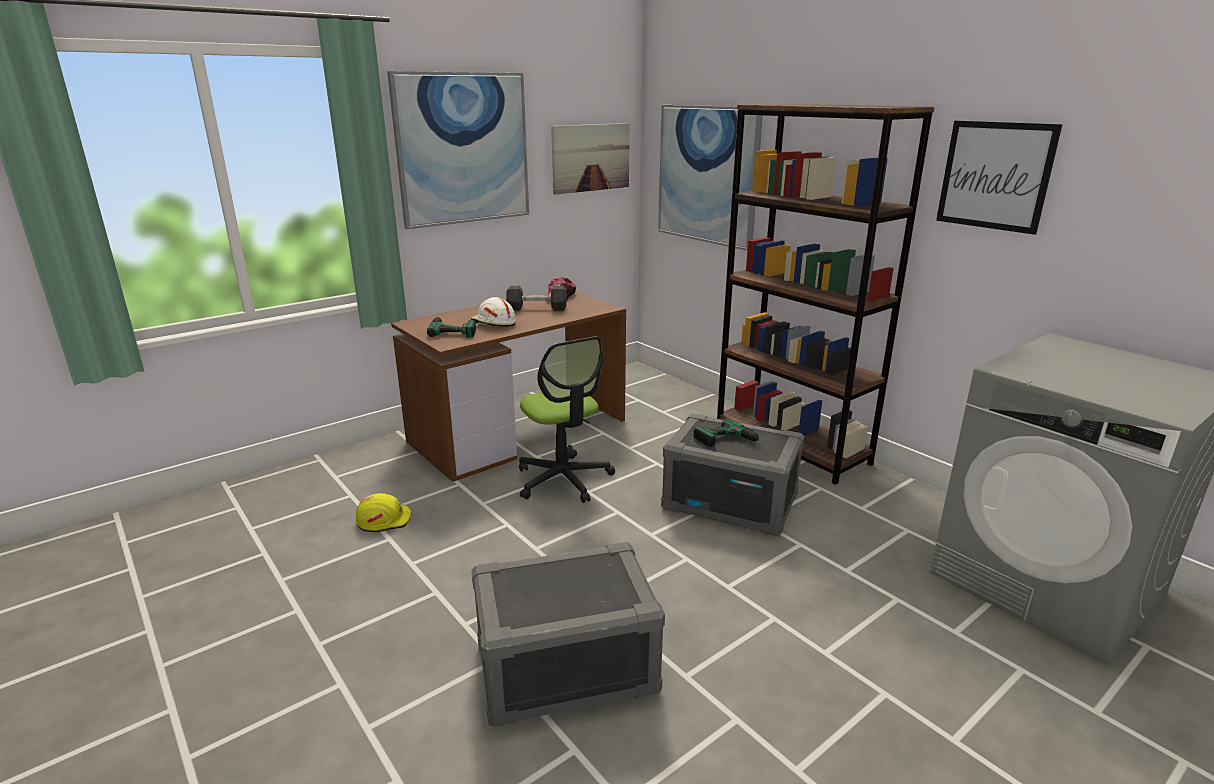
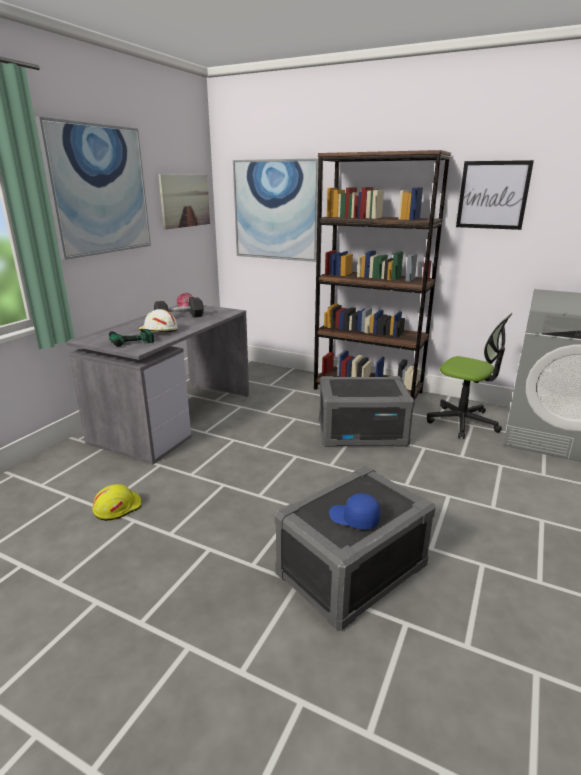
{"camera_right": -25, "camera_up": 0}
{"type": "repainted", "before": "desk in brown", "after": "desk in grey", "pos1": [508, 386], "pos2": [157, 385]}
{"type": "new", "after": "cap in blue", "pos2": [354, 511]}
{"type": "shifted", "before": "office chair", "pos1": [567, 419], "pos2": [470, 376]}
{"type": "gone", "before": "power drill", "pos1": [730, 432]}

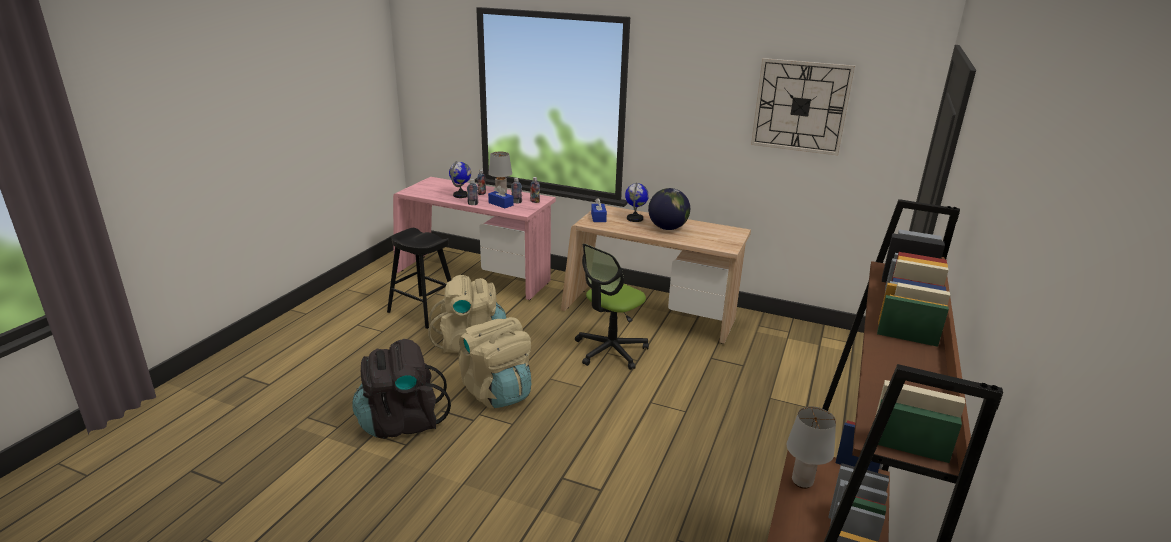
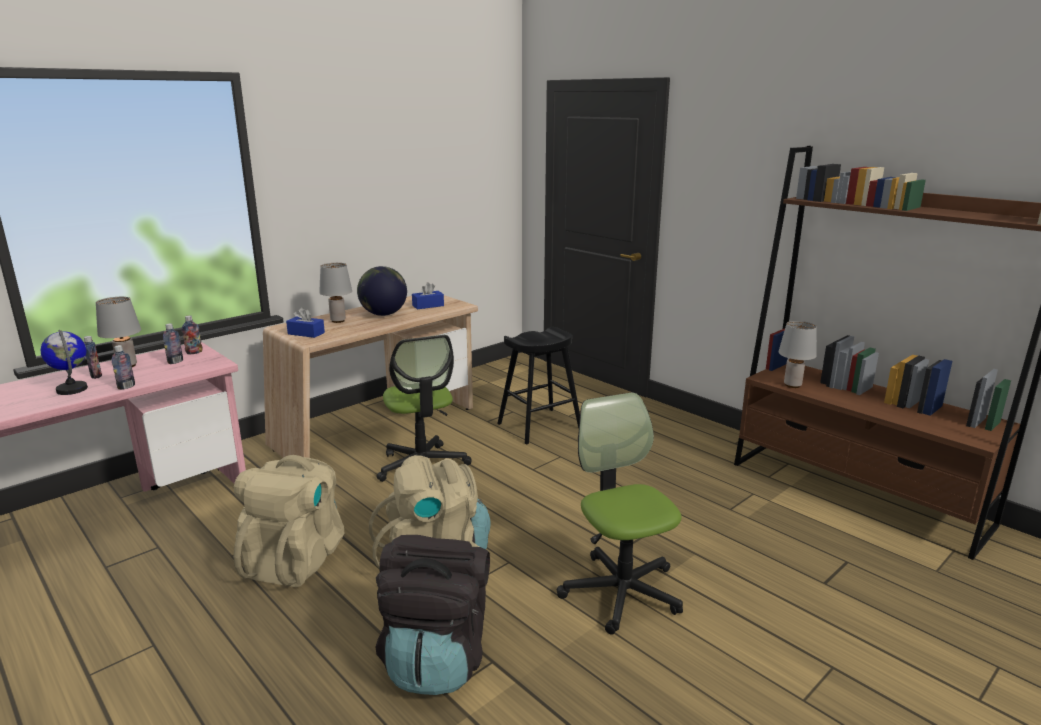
{"camera_right": -65, "camera_up": -5}
{"type": "swapped", "before": "globe", "after": "table lamp in grey", "pos1": [637, 202], "pos2": [335, 293]}
{"type": "shifted", "before": "tissue box in blue", "pos1": [501, 196], "pos2": [428, 295]}
{"type": "shifted", "before": "stool in black", "pos1": [419, 278], "pos2": [538, 385]}
{"type": "new", "after": "office chair", "pos2": [620, 513]}
{"type": "gone", "before": "wall clock", "pos1": [803, 107]}

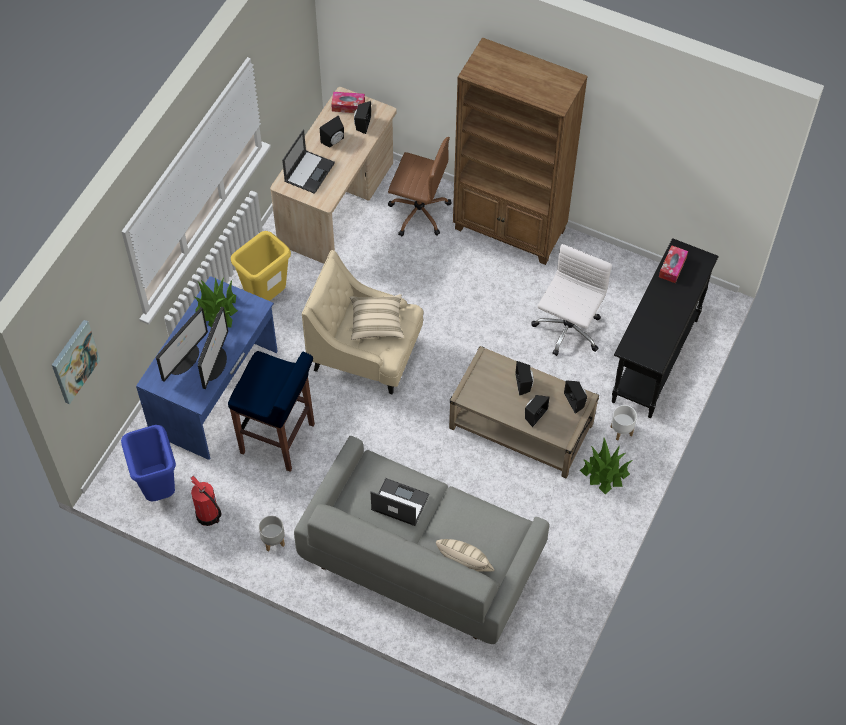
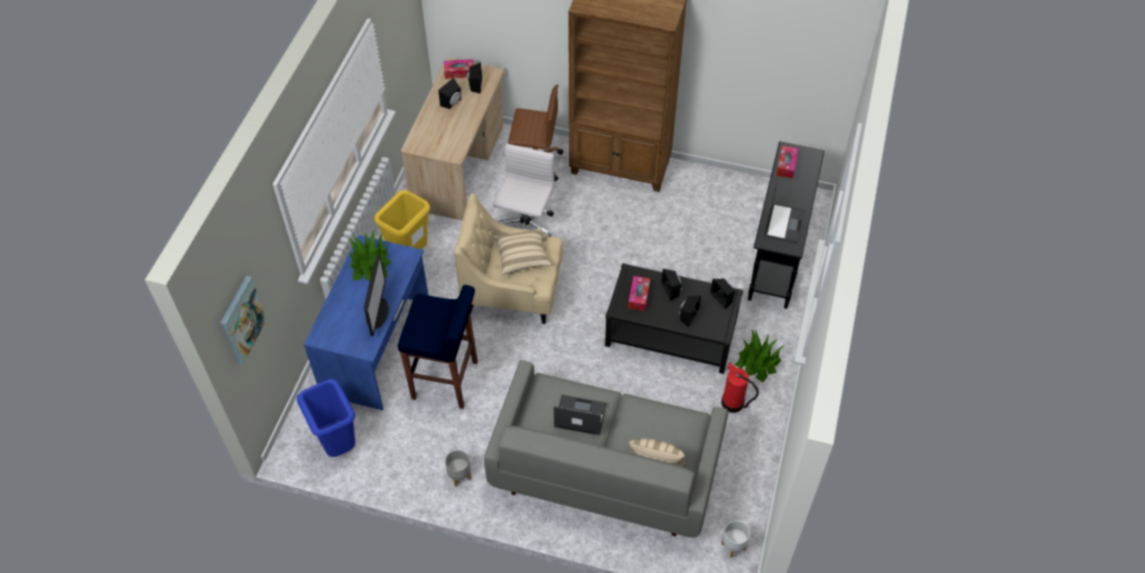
{"camera_right": -10, "camera_up": -5}
{"type": "shifted", "before": "office chair in white", "pos1": [571, 300], "pos2": [523, 190]}
{"type": "repainted", "before": "coffee table in beige", "after": "coffee table in black", "pos1": [524, 412], "pos2": [674, 318]}
{"type": "new", "after": "tissue box", "pos2": [639, 293]}
{"type": "shifted", "before": "fire extinguisher", "pos1": [206, 501], "pos2": [740, 387]}
{"type": "shifted", "before": "planter in white", "pos1": [623, 422], "pos2": [735, 539]}
{"type": "shifted", "before": "laptop", "pos1": [308, 161], "pos2": [784, 213]}
{"type": "gone", "before": "monitor", "pos1": [182, 344]}

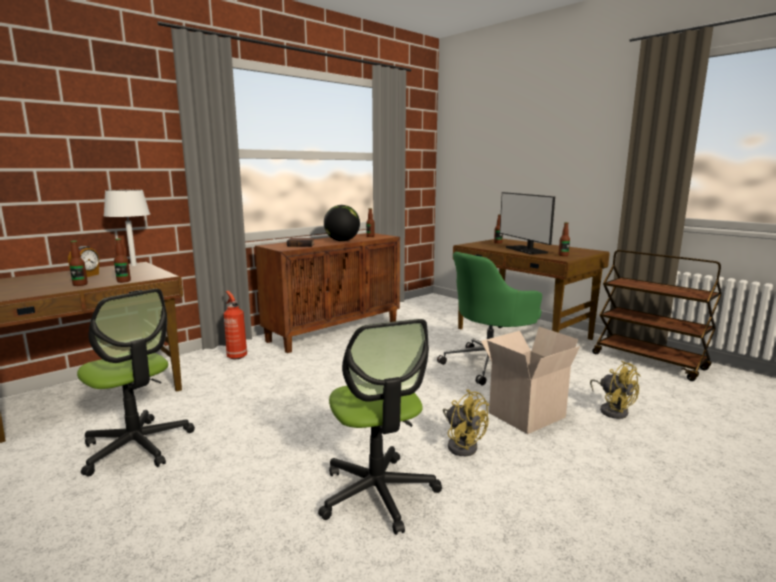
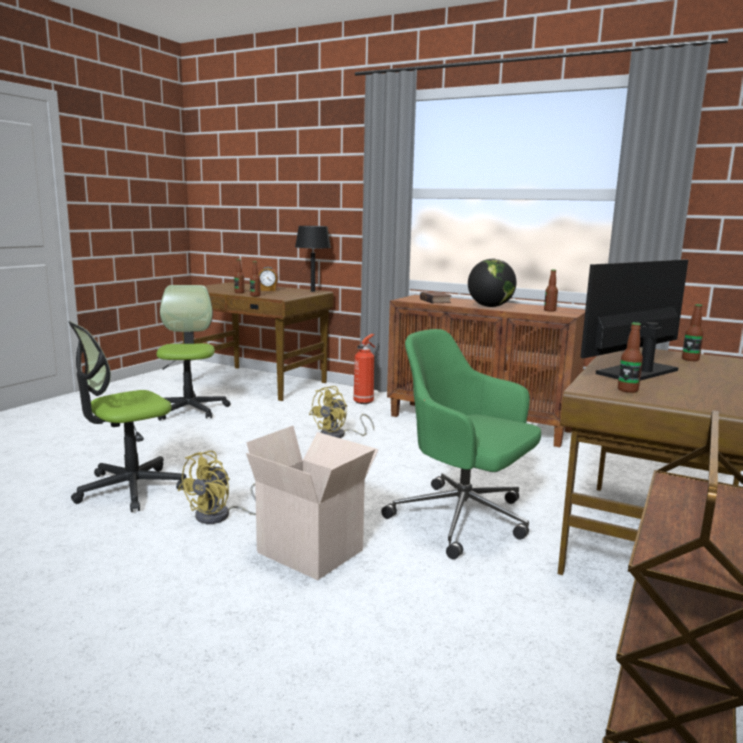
{"camera_right": 70, "camera_up": 0}
{"type": "rotated", "before": "office chair", "pos1": [136, 382], "pos2": [193, 353], "turn": 150}
{"type": "repainted", "before": "table lamp in white", "after": "table lamp in black", "pos1": [127, 228], "pos2": [313, 259]}
{"type": "shifted", "before": "fan in yellow", "pos1": [615, 390], "pos2": [341, 412]}

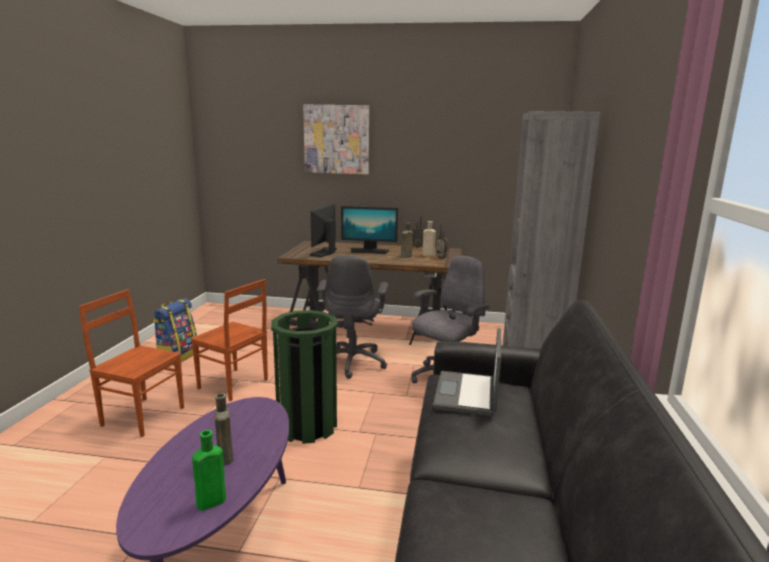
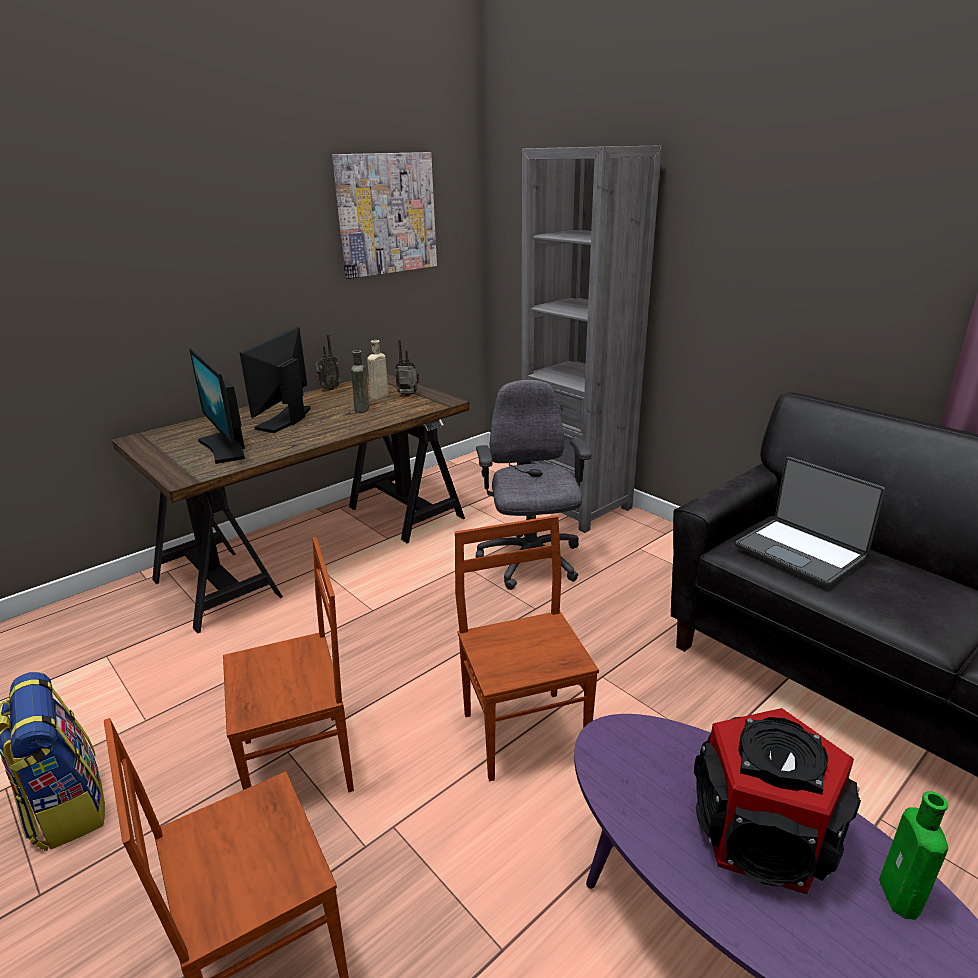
{"camera_right": -50, "camera_up": 10}
{"type": "rotated", "before": "monitor", "pos1": [369, 230], "pos2": [275, 380], "turn": 150}
{"type": "shifted", "before": "picture", "pos1": [336, 139], "pos2": [384, 215]}
{"type": "swapped", "before": "trash can in green", "after": "chair in brown", "pos1": [304, 377], "pos2": [527, 648]}
{"type": "swapped", "before": "bottle in brown", "after": "speaker", "pos1": [224, 429], "pos2": [777, 801]}
{"type": "gone", "before": "office chair in grey", "pos1": [353, 317]}

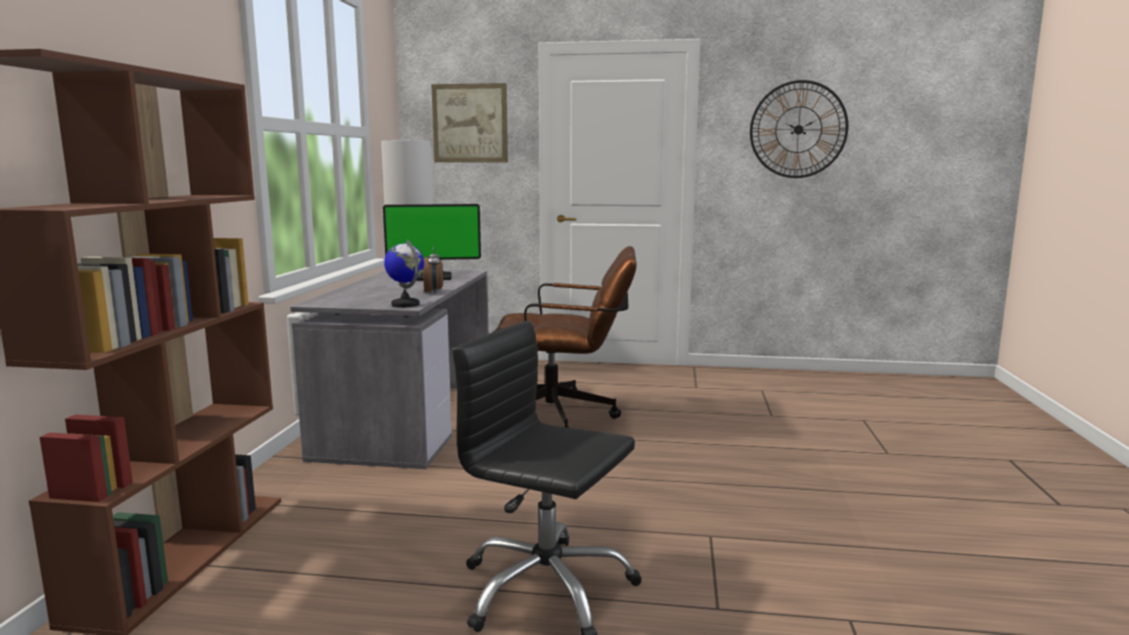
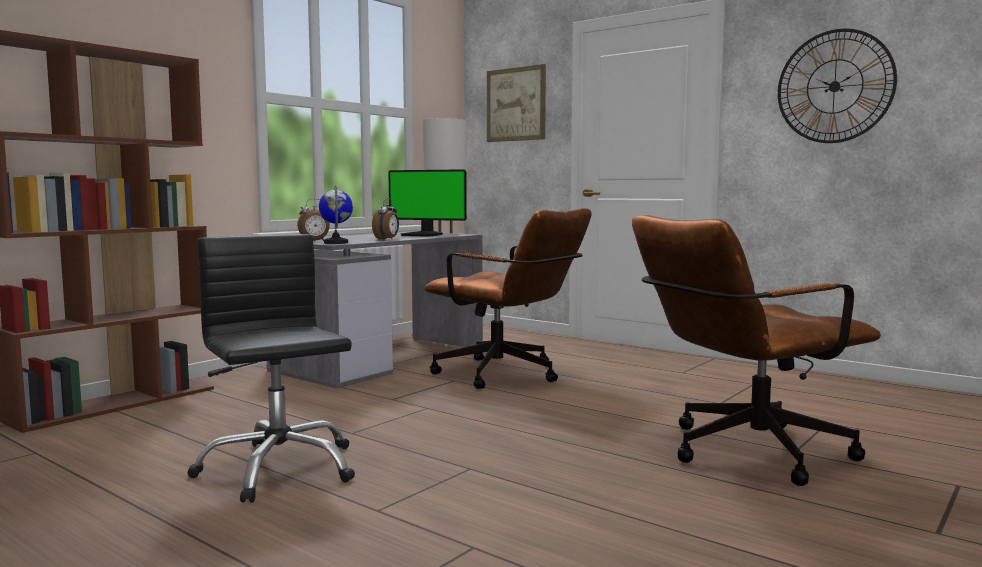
{"camera_right": 30, "camera_up": -5}
{"type": "new", "after": "alarm clock", "pos2": [313, 219]}
{"type": "new", "after": "office chair in brown", "pos2": [756, 350]}

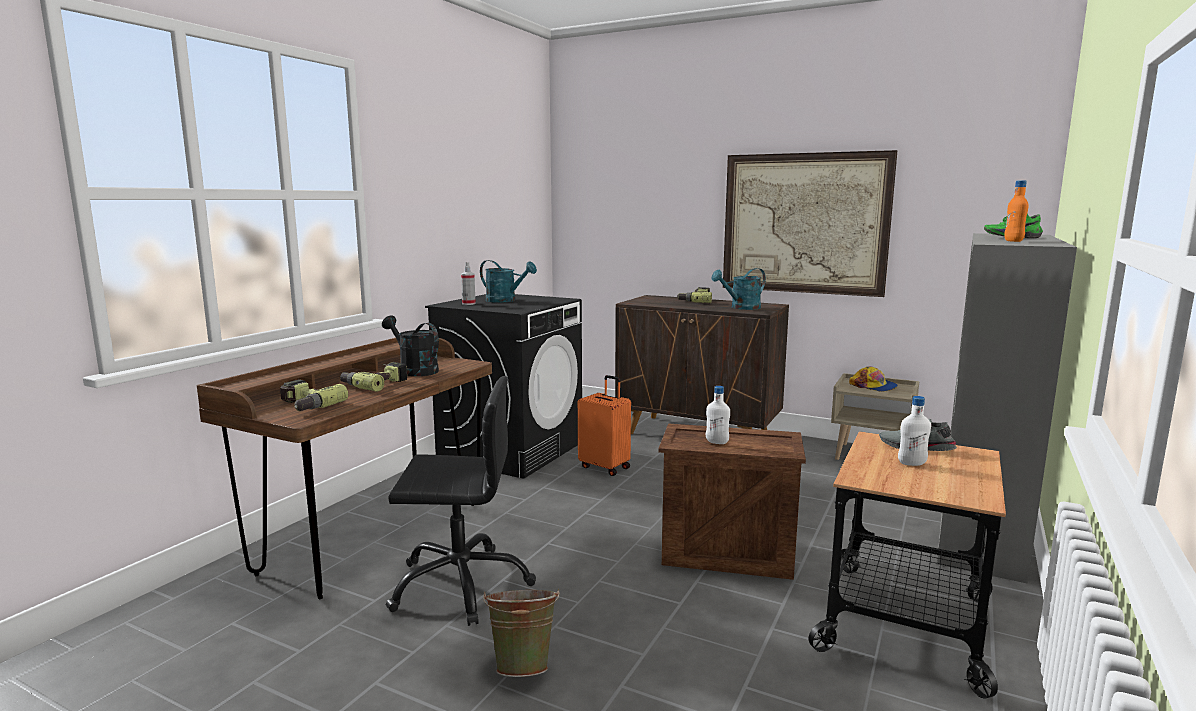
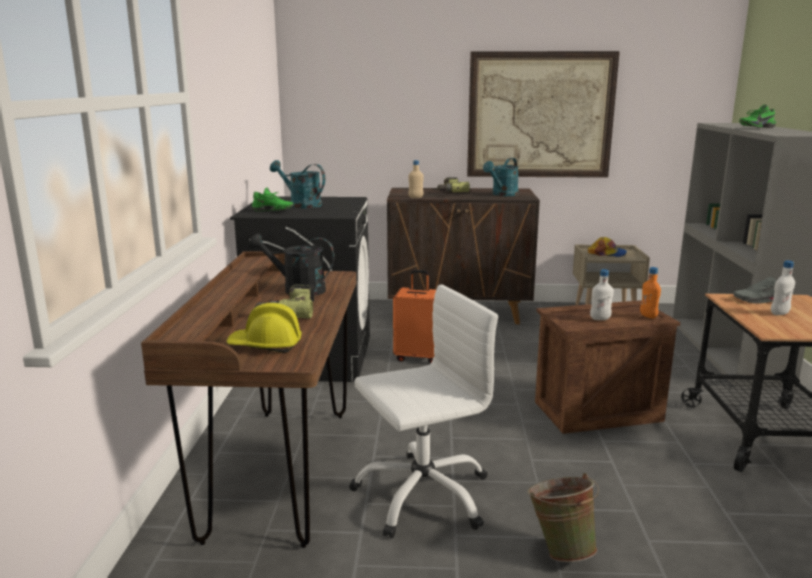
{"camera_right": -25, "camera_up": 5}
{"type": "swapped", "before": "power drill", "after": "hard hat in yellow", "pos1": [314, 395], "pos2": [264, 328]}
{"type": "swapped", "before": "spray bottle", "after": "shoe in green", "pos1": [468, 283], "pos2": [273, 199]}
{"type": "rotated", "before": "watering can in turquoise", "pos1": [508, 281], "pos2": [297, 184], "turn": -150}
{"type": "repainted", "before": "office chair in black", "after": "office chair in white", "pos1": [461, 501], "pos2": [423, 411]}
{"type": "new", "after": "bottle in beige", "pos2": [416, 179]}
{"type": "shifted", "before": "bottle in orange", "pos1": [1016, 211], "pos2": [650, 293]}

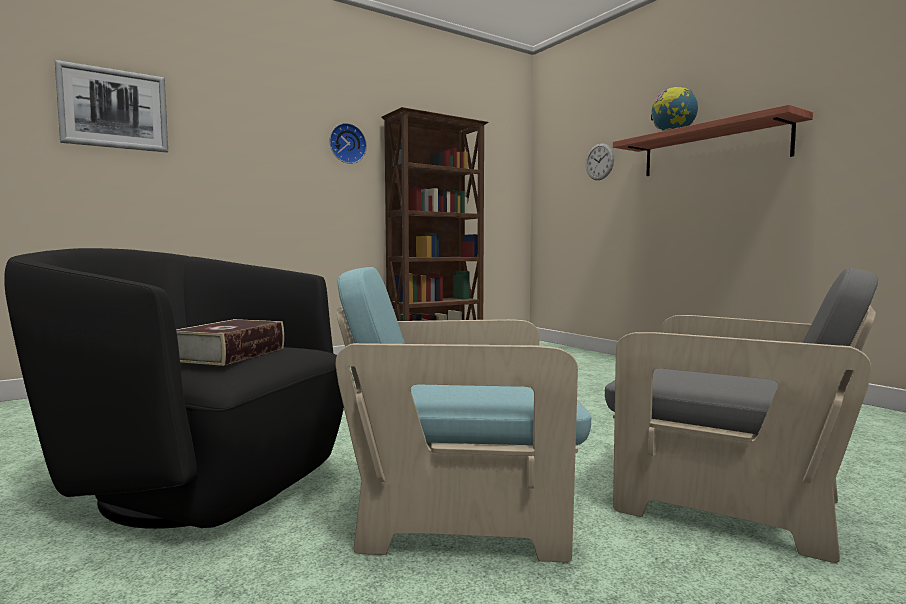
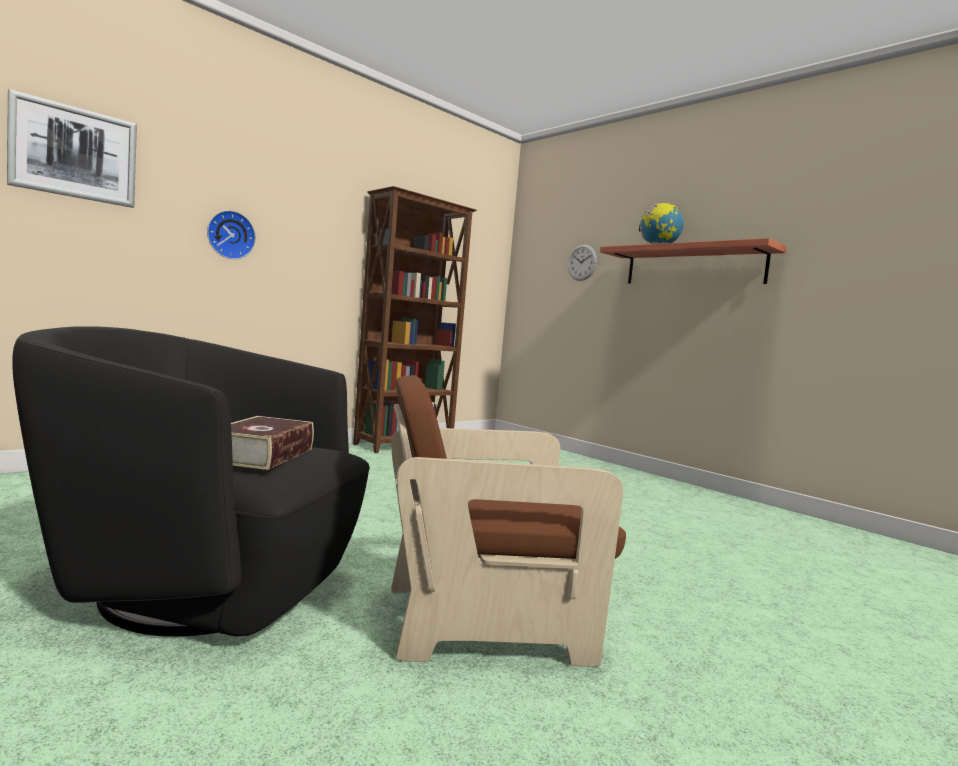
{"camera_right": -10, "camera_up": 0}
{"type": "shifted", "before": "wall clock", "pos1": [348, 143], "pos2": [231, 234]}
{"type": "repainted", "before": "armchair in turquoise", "after": "armchair in brown", "pos1": [463, 414], "pos2": [508, 521]}
{"type": "gone", "before": "armchair in grey", "pos1": [741, 415]}

